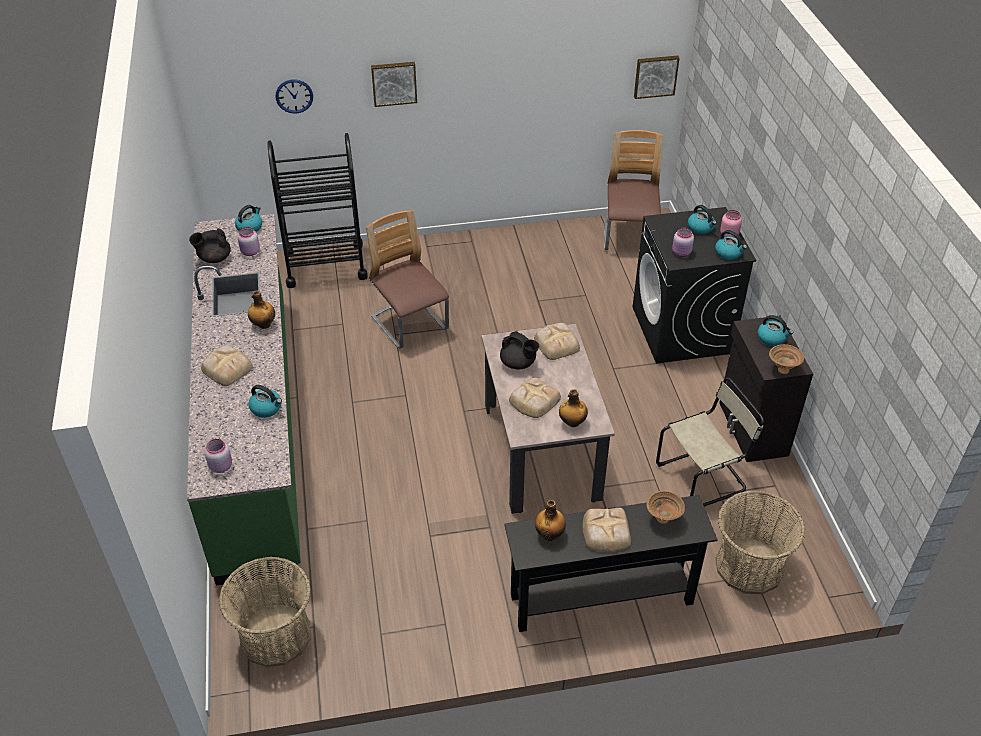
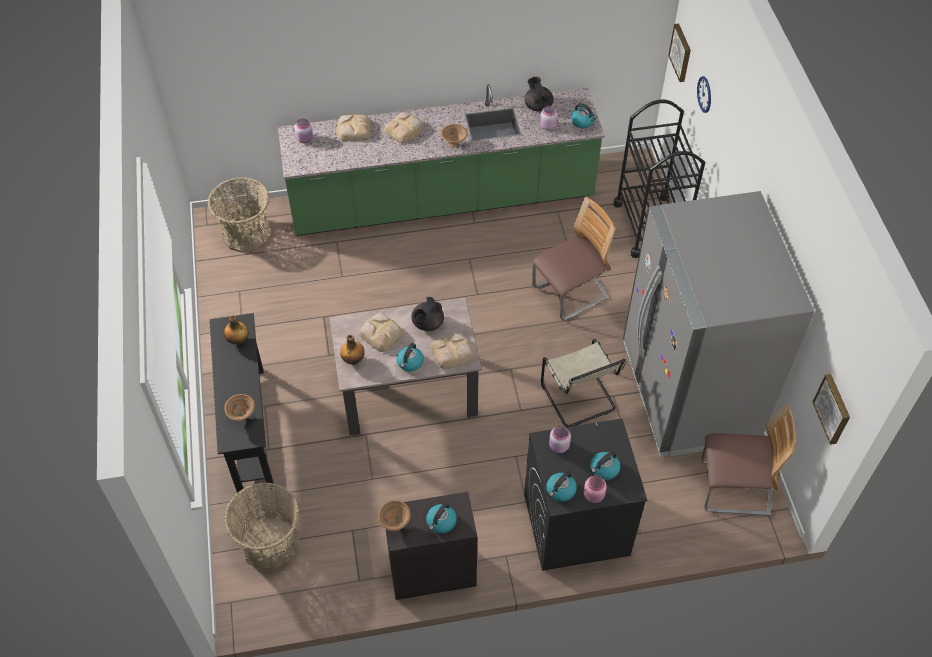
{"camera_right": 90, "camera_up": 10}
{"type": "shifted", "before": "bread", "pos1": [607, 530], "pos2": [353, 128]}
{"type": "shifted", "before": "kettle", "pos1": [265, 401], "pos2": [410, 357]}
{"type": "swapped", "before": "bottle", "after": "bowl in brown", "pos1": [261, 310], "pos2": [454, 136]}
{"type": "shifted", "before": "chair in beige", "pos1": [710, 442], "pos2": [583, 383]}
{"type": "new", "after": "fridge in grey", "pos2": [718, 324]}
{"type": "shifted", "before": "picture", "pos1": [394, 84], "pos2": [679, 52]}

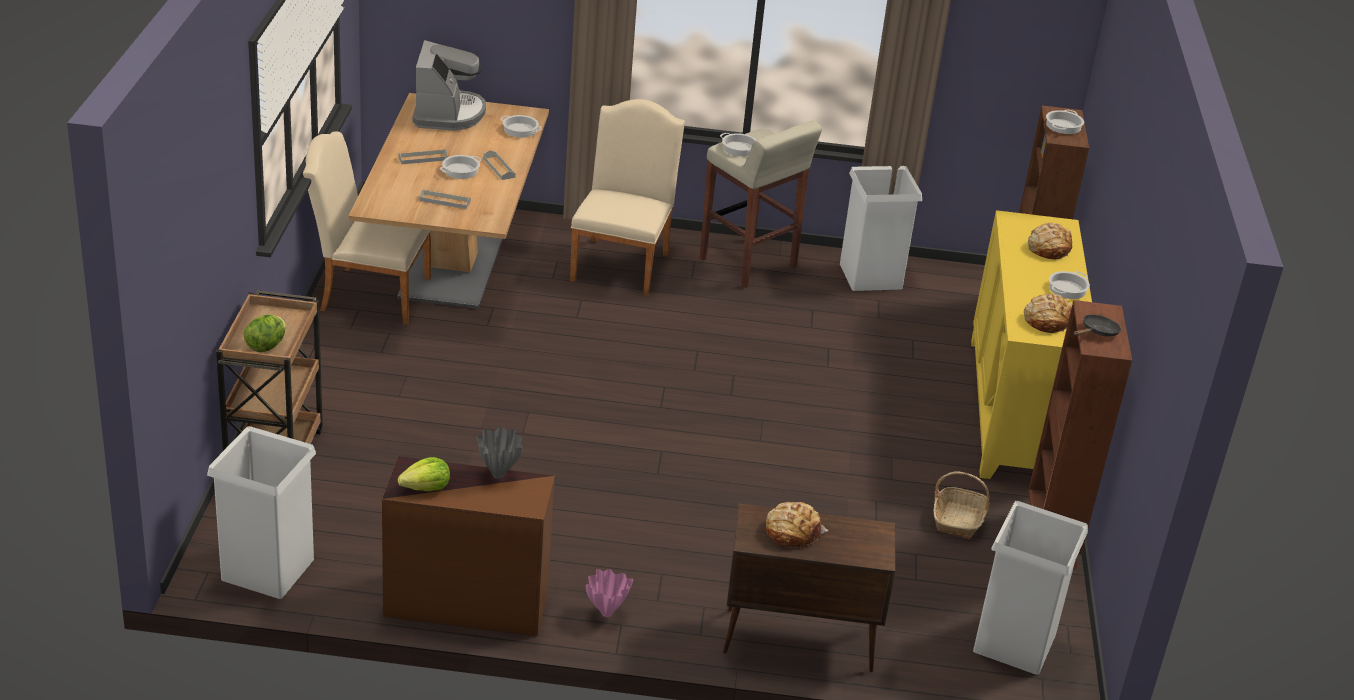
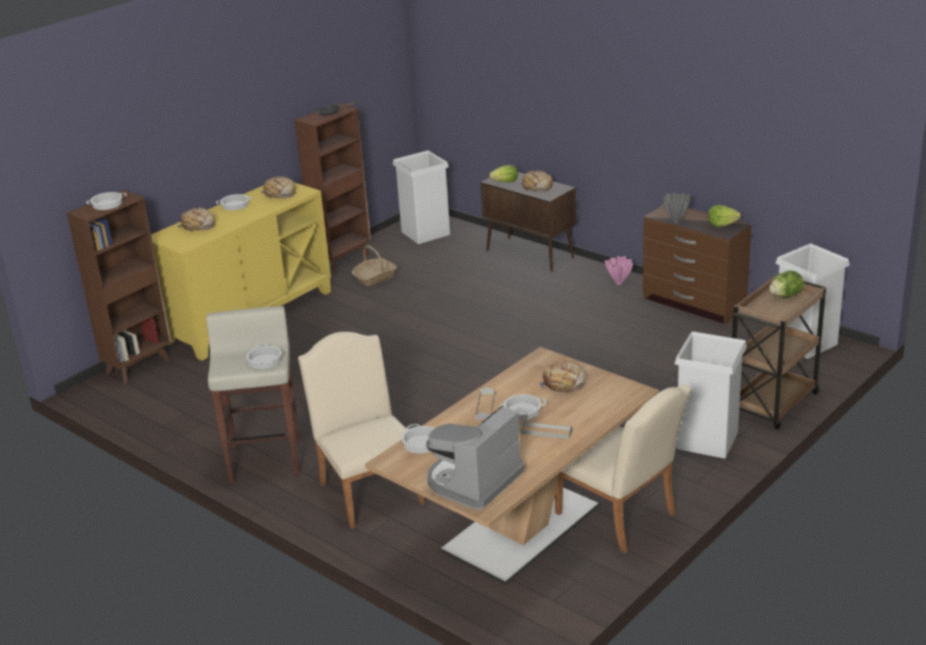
{"camera_right": -140, "camera_up": -5}
{"type": "rotated", "before": "chair in beige", "pos1": [627, 197], "pos2": [361, 430], "turn": 105}
{"type": "new", "after": "lettuce", "pos2": [503, 173]}
{"type": "swapped", "before": "tray in grey", "after": "bread", "pos1": [445, 199], "pos2": [561, 377]}
{"type": "shifted", "before": "trash can in white", "pos1": [881, 228], "pos2": [711, 395]}

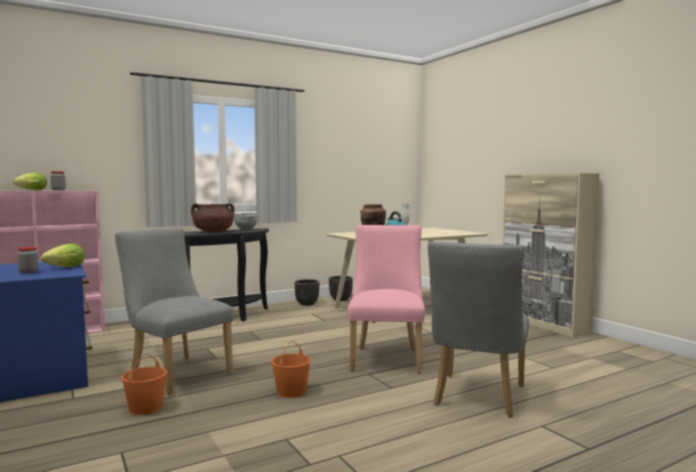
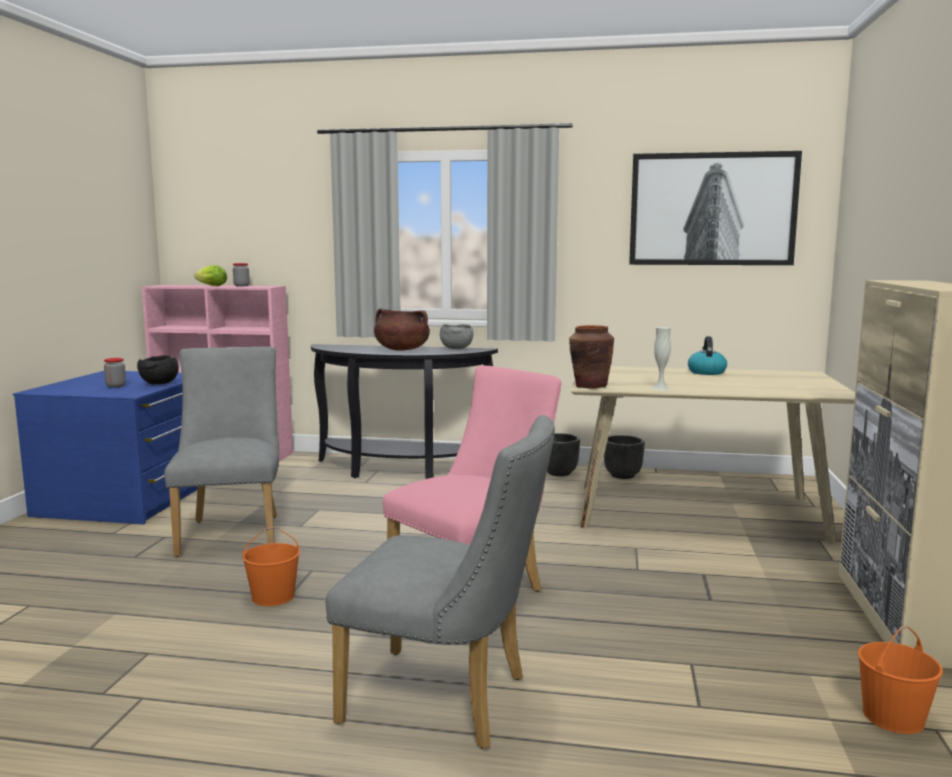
{"camera_right": 40, "camera_up": 5}
{"type": "swapped", "before": "lettuce", "after": "bowl in black", "pos1": [63, 255], "pos2": [158, 369]}
{"type": "rotated", "before": "chair in grey", "pos1": [478, 329], "pos2": [440, 582], "turn": -135}
{"type": "new", "after": "picture", "pos2": [715, 208]}
{"type": "shifted", "before": "bucket in orange", "pos1": [144, 384], "pos2": [900, 680]}

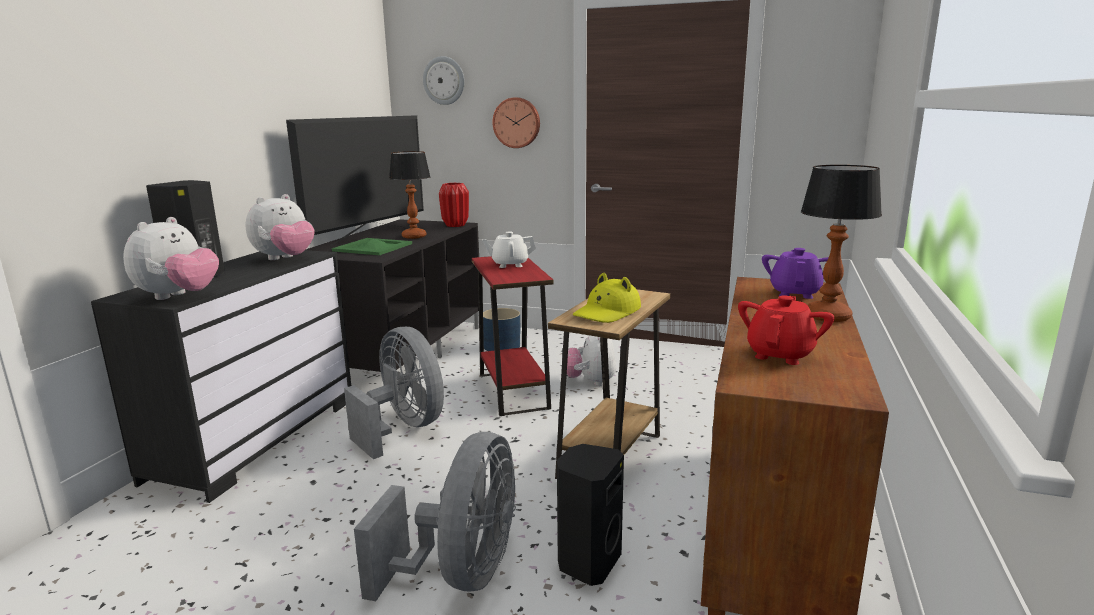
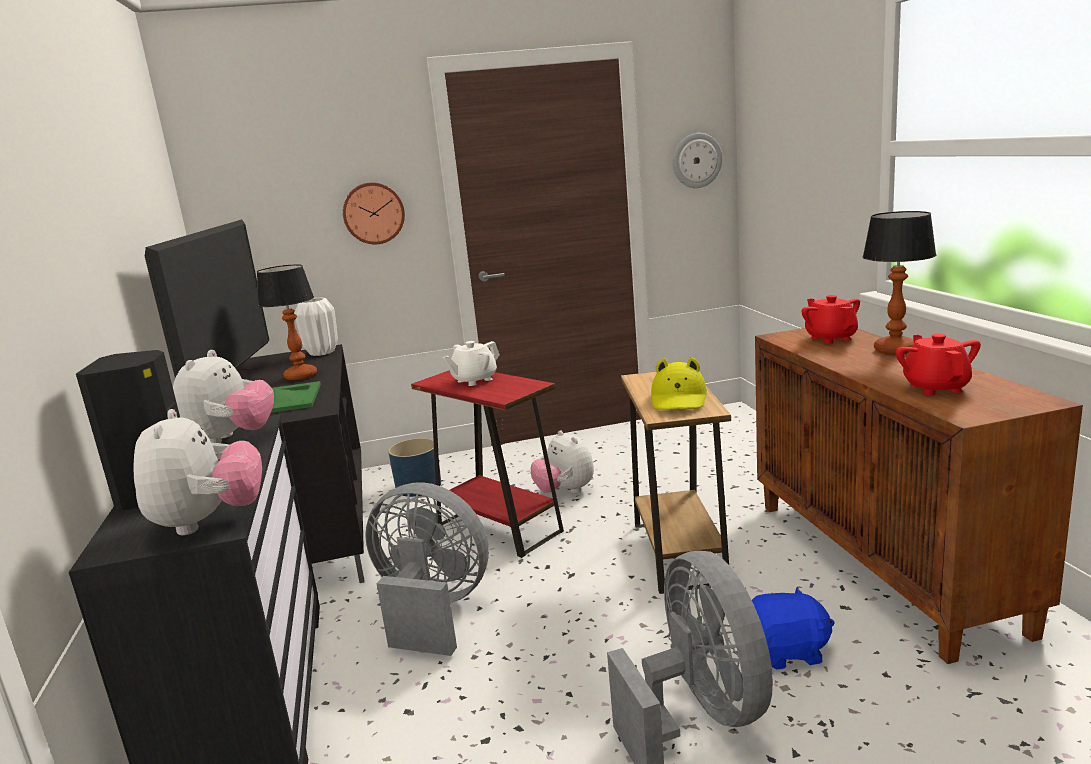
{"camera_right": -30, "camera_up": 0}
{"type": "repainted", "before": "vase in red", "after": "vase in white", "pos1": [454, 205], "pos2": [316, 326]}
{"type": "shifted", "before": "wall clock", "pos1": [444, 80], "pos2": [697, 160]}
{"type": "swapped", "before": "speaker in black", "after": "plush toy in blue", "pos1": [590, 515], "pos2": [793, 628]}
{"type": "repainted", "before": "teapot in purple", "after": "teapot in red", "pos1": [795, 273], "pos2": [831, 319]}

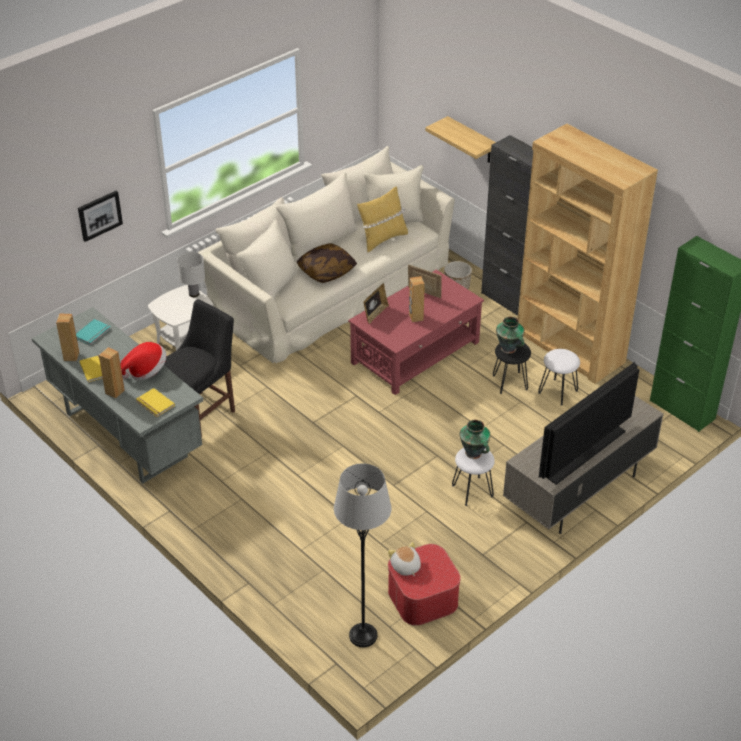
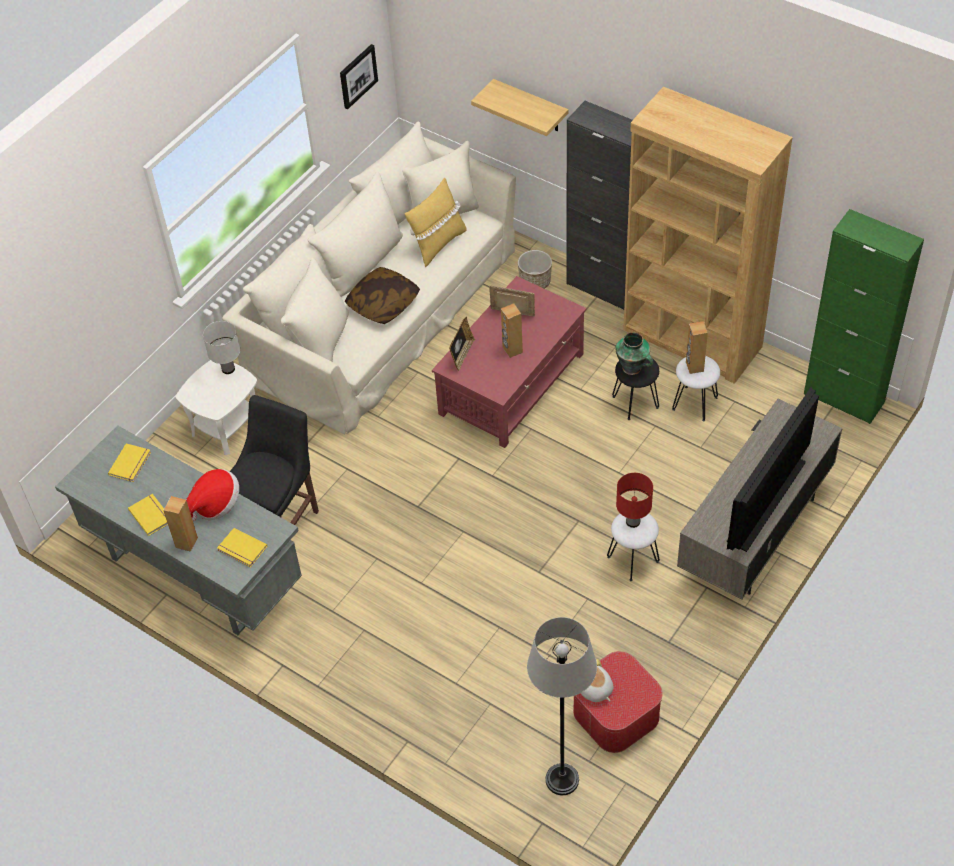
{"camera_right": -10, "camera_up": 10}
{"type": "repainted", "before": "book in turquoise", "after": "book in yellow", "pos1": [93, 332], "pos2": [129, 462]}
{"type": "shifted", "before": "picture", "pos1": [100, 216], "pos2": [359, 76]}
{"type": "swapped", "before": "vase", "after": "table lamp in red", "pos1": [475, 439], "pos2": [634, 500]}
{"type": "shifted", "before": "speaker in brown", "pos1": [67, 337], "pos2": [697, 347]}

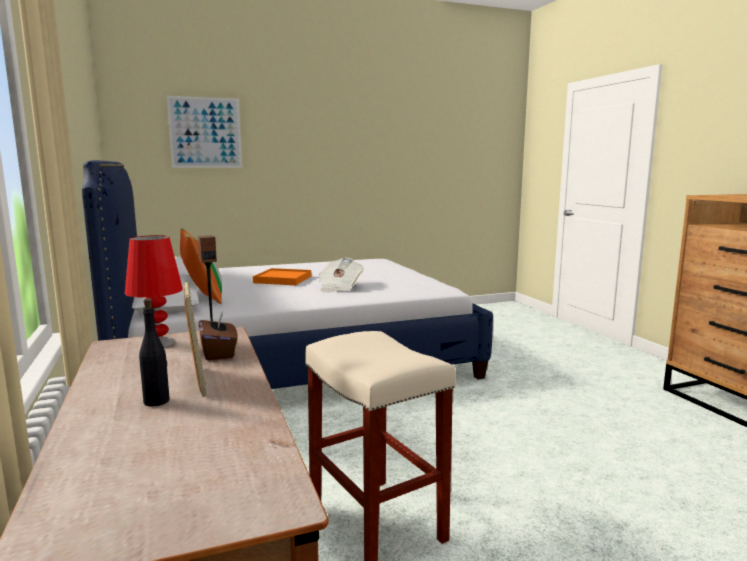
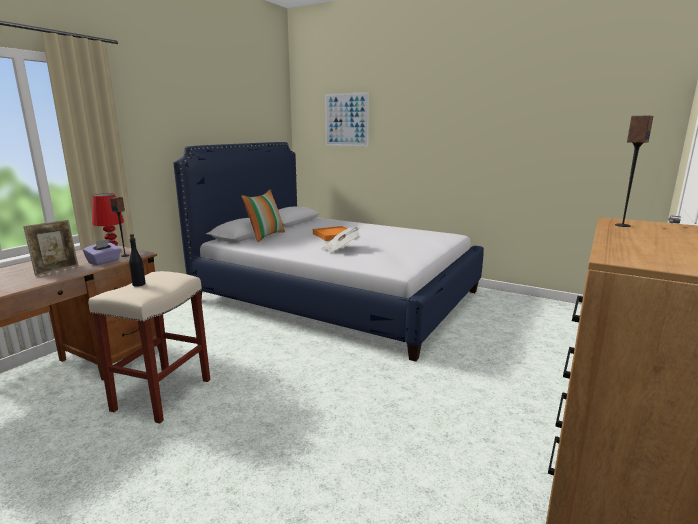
{"camera_right": 50, "camera_up": 5}
{"type": "repainted", "before": "tissue box in brown", "after": "tissue box in purple", "pos1": [218, 336], "pos2": [102, 252]}
{"type": "shifted", "before": "bottle in black", "pos1": [154, 352], "pos2": [137, 260]}
{"type": "new", "after": "speaker", "pos2": [634, 171]}

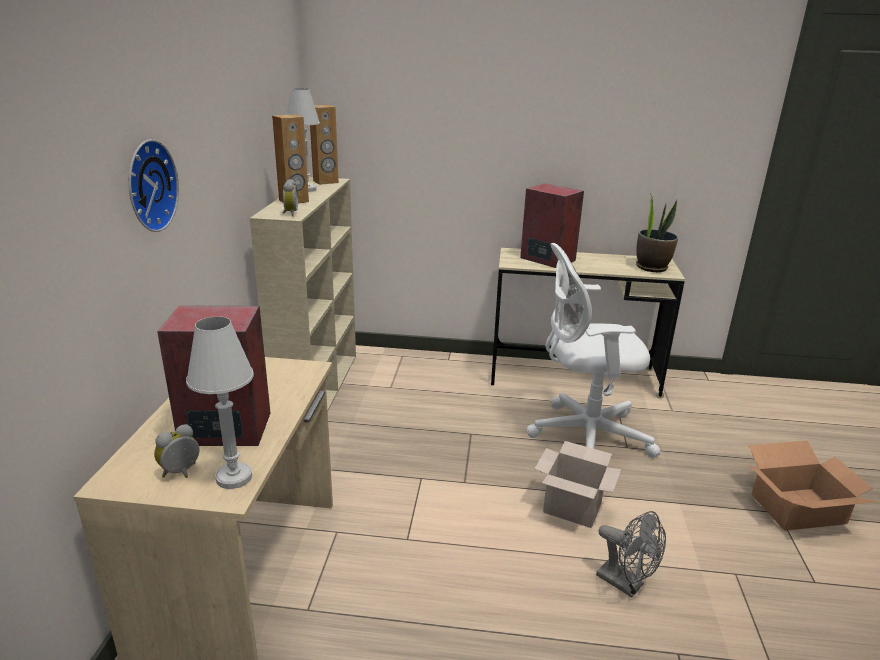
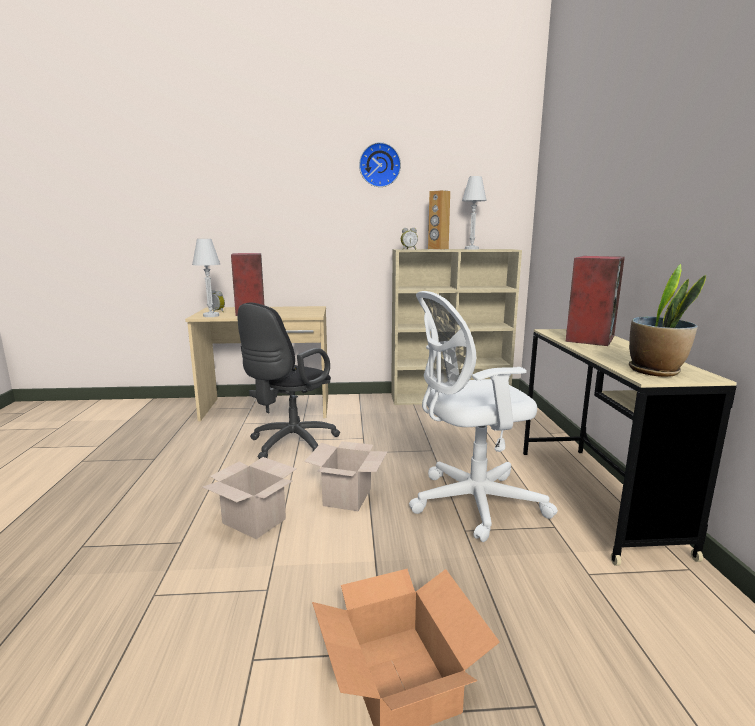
{"camera_right": 80, "camera_up": -10}
{"type": "swapped", "before": "fan in grey", "after": "cardboard box", "pos1": [631, 554], "pos2": [249, 498]}
{"type": "new", "after": "office chair in black", "pos2": [288, 380]}
{"type": "shifted", "before": "wall clock", "pos1": [154, 185], "pos2": [380, 164]}
{"type": "rotated", "before": "office chair in white", "pos1": [593, 350], "pos2": [483, 416], "turn": -90}
{"type": "gone", "before": "speaker in brown", "pos1": [324, 145]}

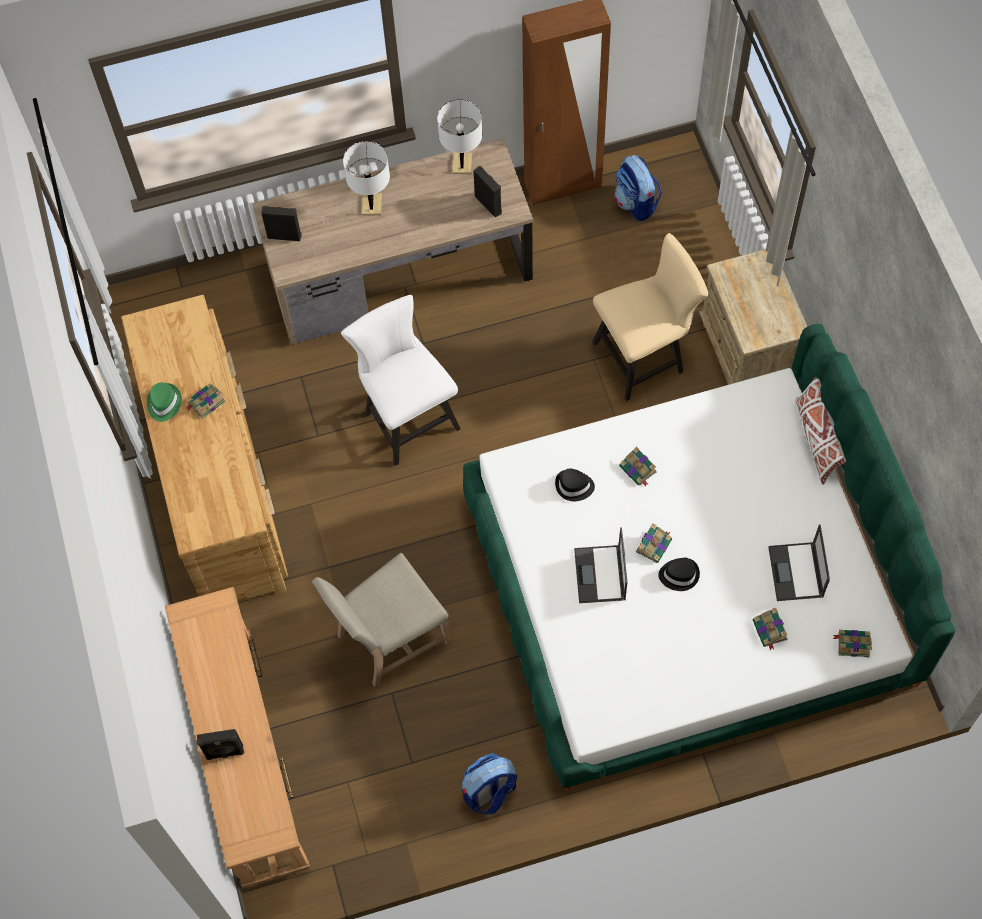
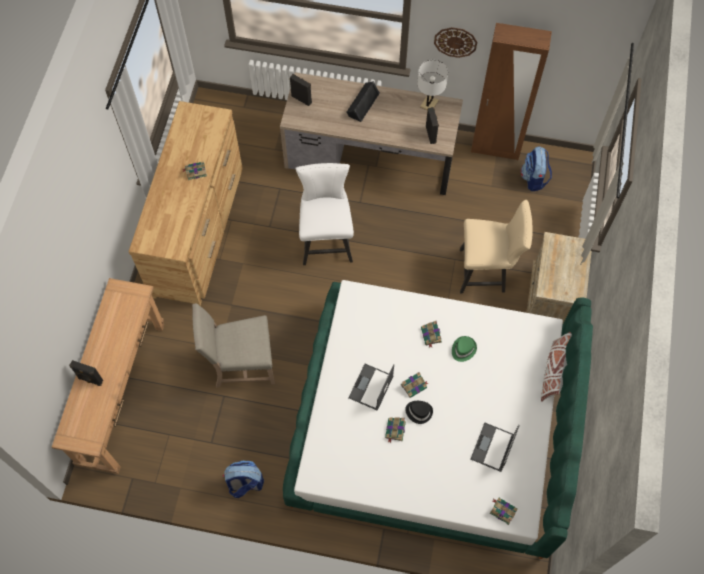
{"camera_right": 25, "camera_up": 0}
{"type": "swapped", "before": "table lamp in white", "after": "speaker in black", "pos1": [366, 178], "pos2": [363, 101]}
{"type": "shifted", "before": "book", "pos1": [770, 629], "pos2": [395, 430]}
{"type": "new", "after": "wall clock", "pos2": [455, 42]}
{"type": "shifted", "before": "hat in green", "pos1": [164, 402], "pos2": [464, 349]}
{"type": "gone", "before": "hat in black", "pos1": [575, 485]}

